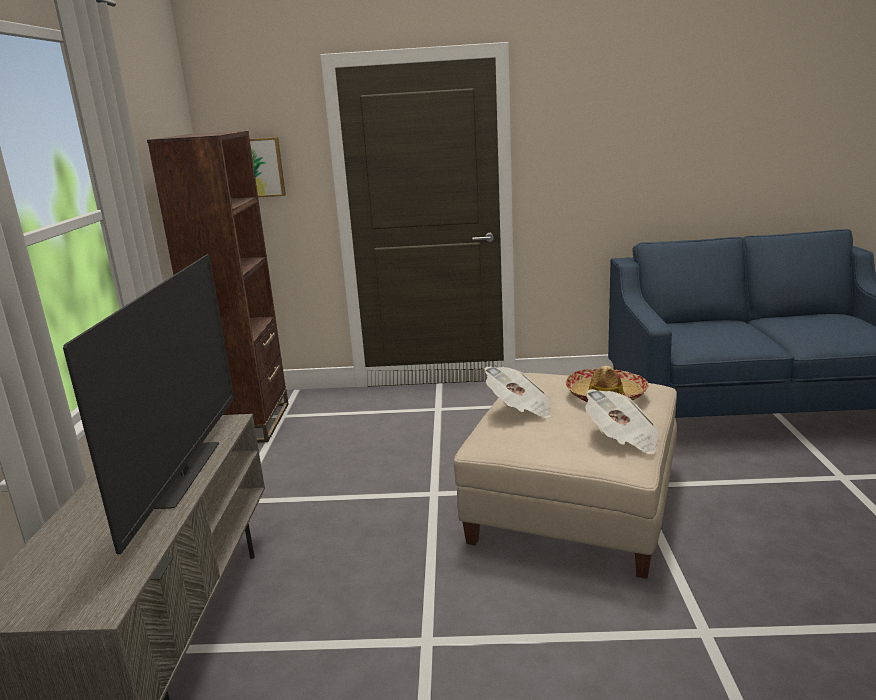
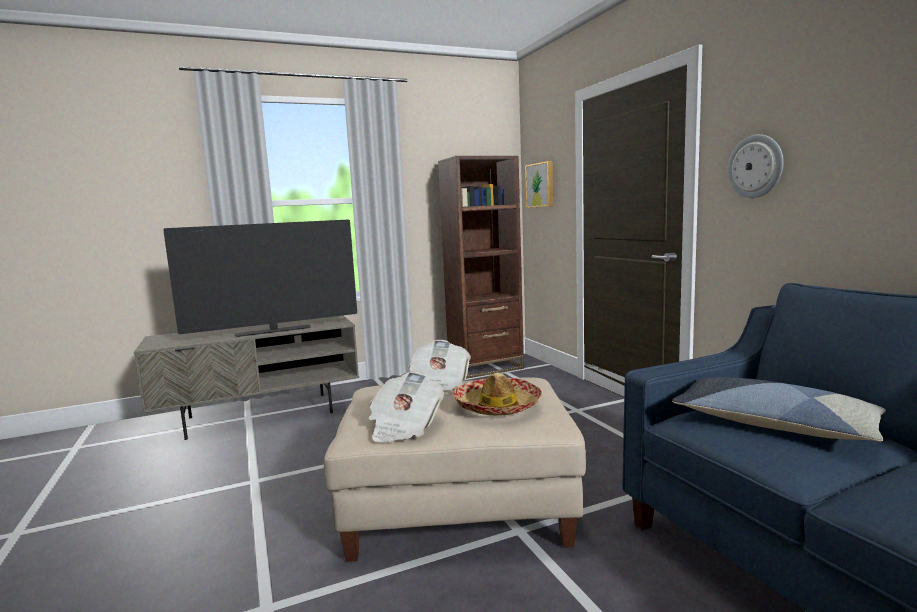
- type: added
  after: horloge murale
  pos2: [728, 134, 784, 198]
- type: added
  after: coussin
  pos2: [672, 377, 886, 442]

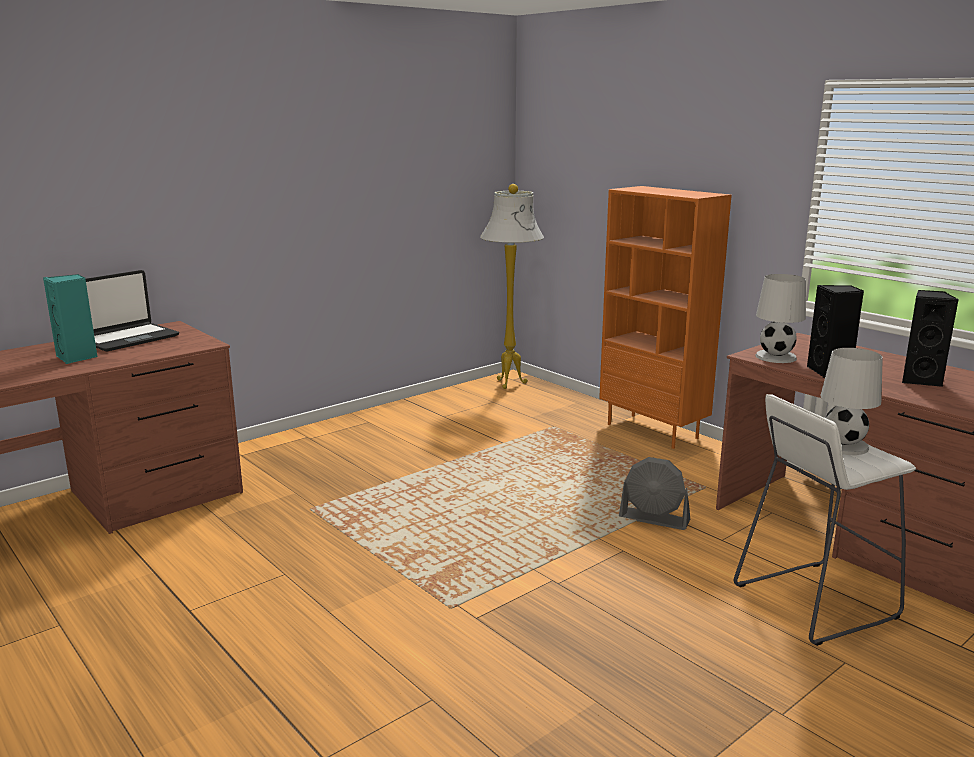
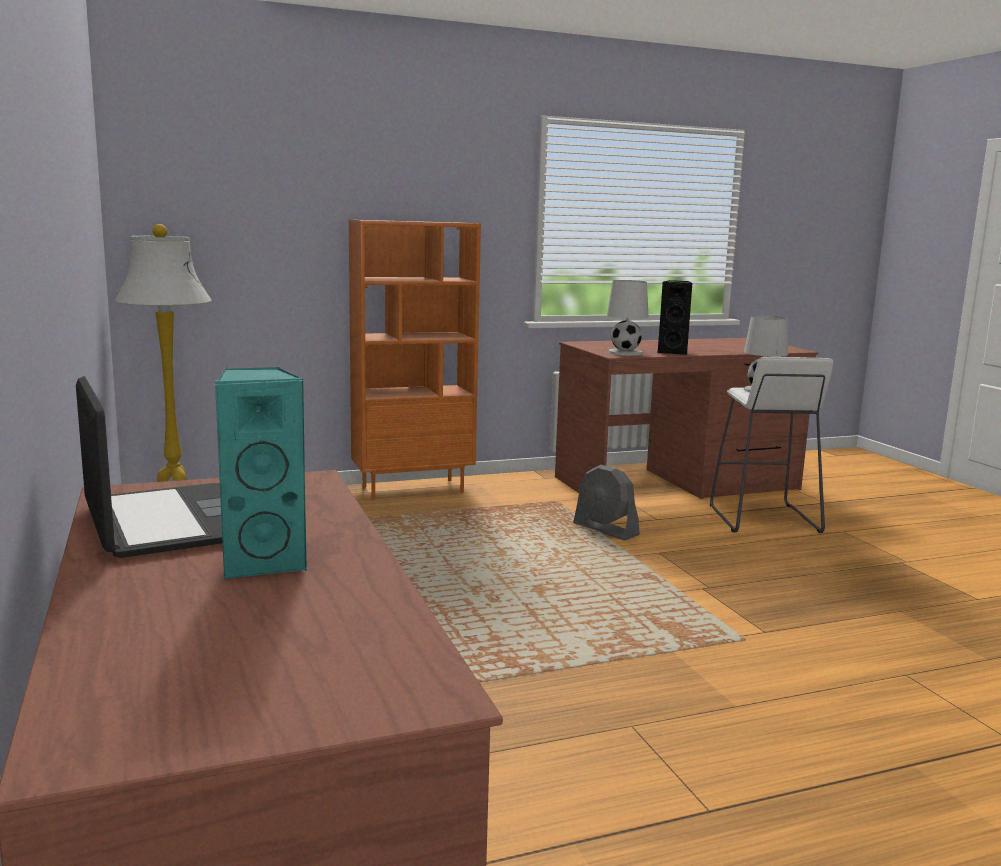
- type: removed
  before: enceinte [noir]
  pos1: [902, 290, 959, 387]
- type: turned
  before: ventilateur [gris]
  pos1: [619, 457, 690, 530]
  pos2: [573, 465, 640, 540]
  turn: 90

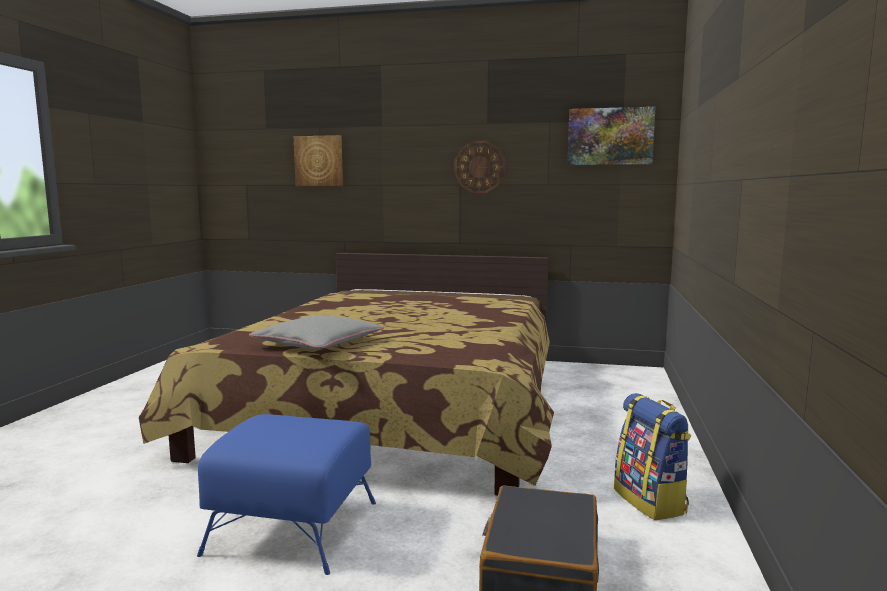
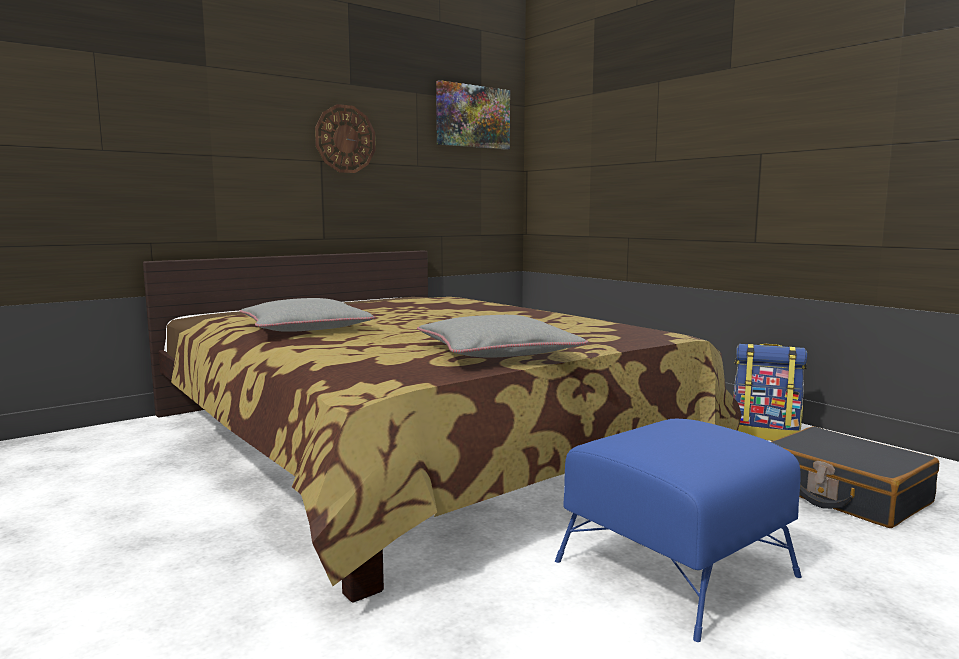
- type: removed
  before: tableau
  pos1: [293, 135, 343, 186]
- type: added
  after: coussin [gris]
  pos2: [240, 298, 375, 332]

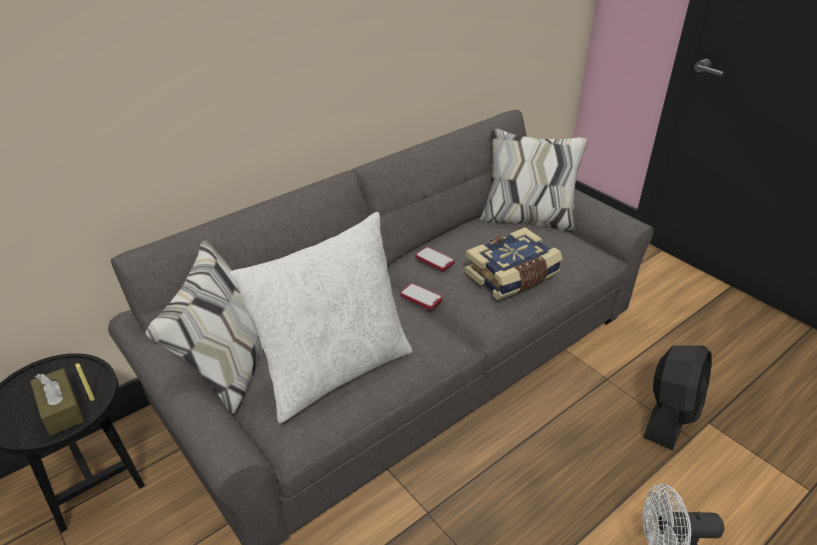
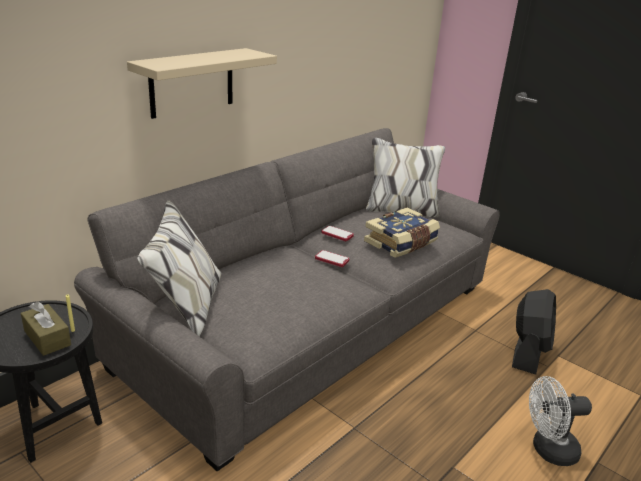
- type: removed
  before: coussin [blanc]
  pos1: [230, 212, 413, 424]
- type: added
  after: étagère [beige]
  pos2: [127, 48, 277, 119]

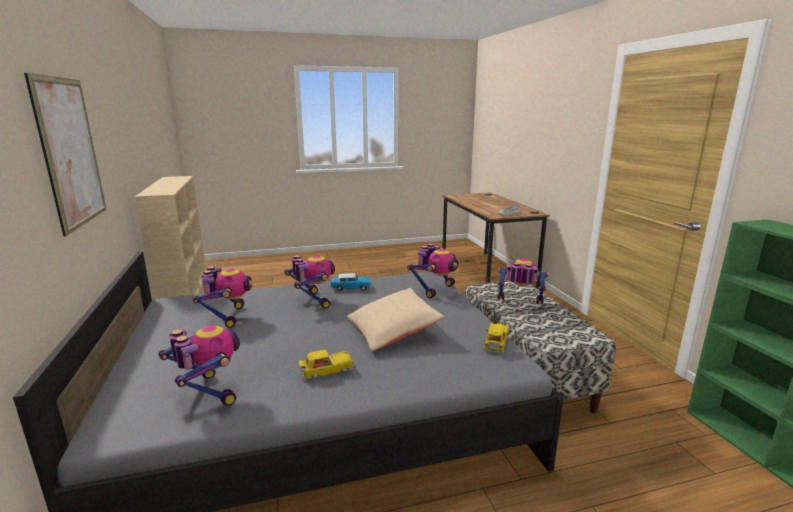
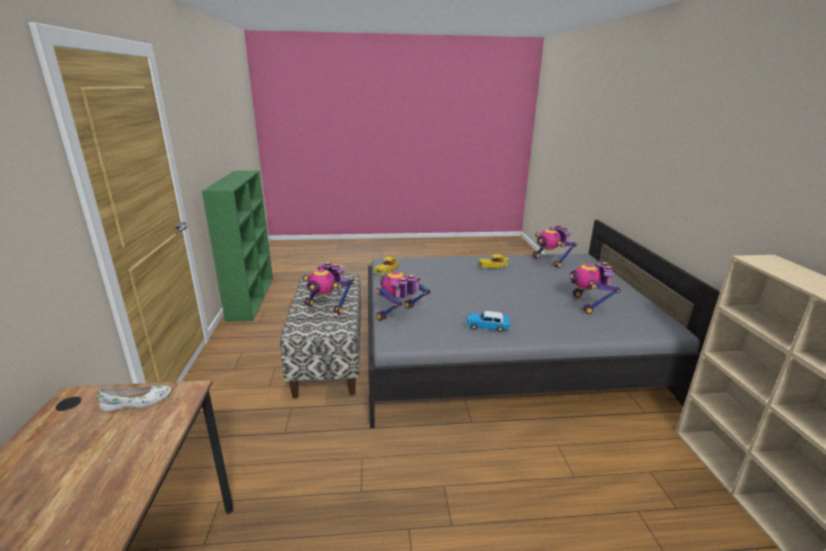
- type: removed
  before: tableau
  pos1: [24, 73, 107, 236]
- type: removed
  before: robot jouet
  pos1: [284, 255, 335, 308]
- type: removed
  before: coussin [beige]
  pos1: [347, 288, 444, 351]

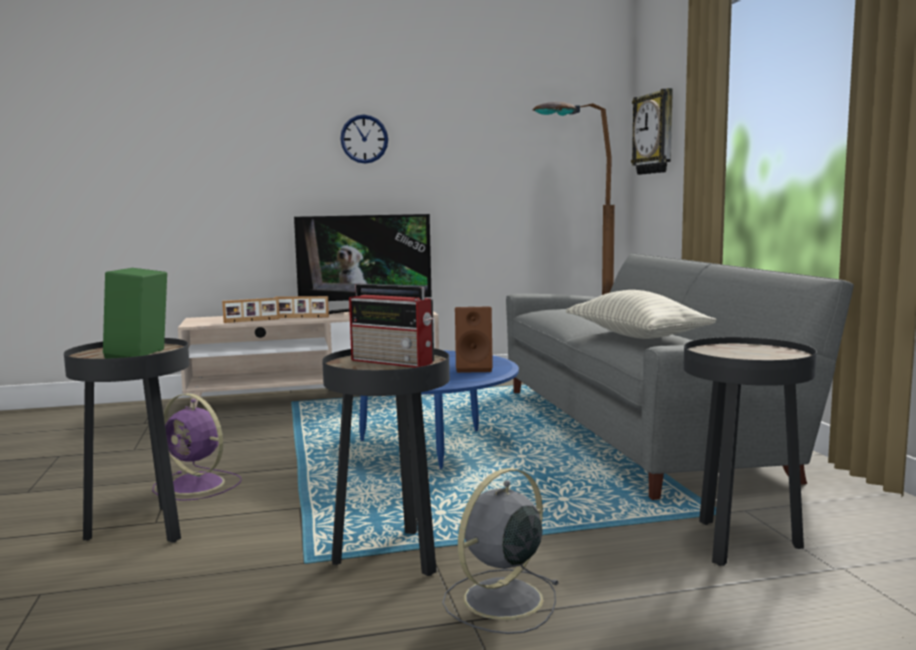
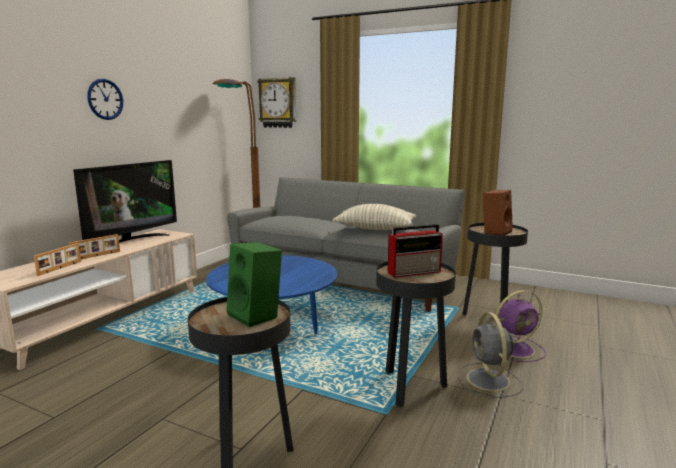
- type: moved
  before: enceinte [marron]
  pos1: [455, 306, 493, 373]
  pos2: [483, 190, 513, 236]
- type: moved
  before: ventilateur [violet]
  pos1: [152, 393, 242, 501]
  pos2: [494, 290, 546, 362]

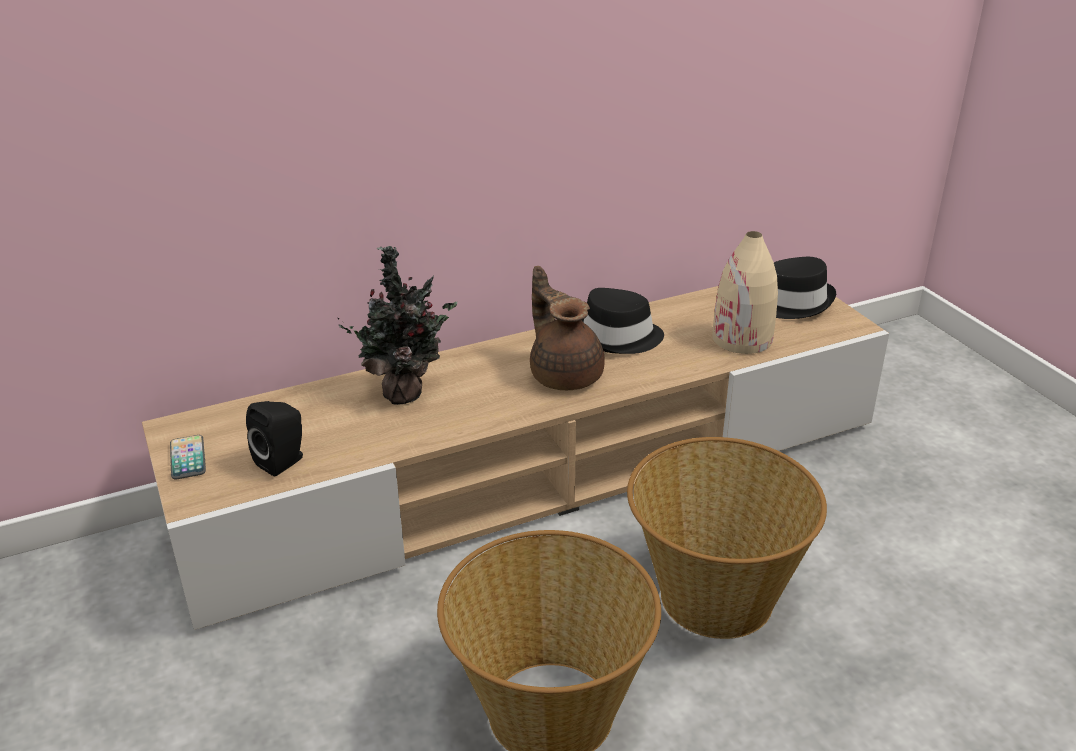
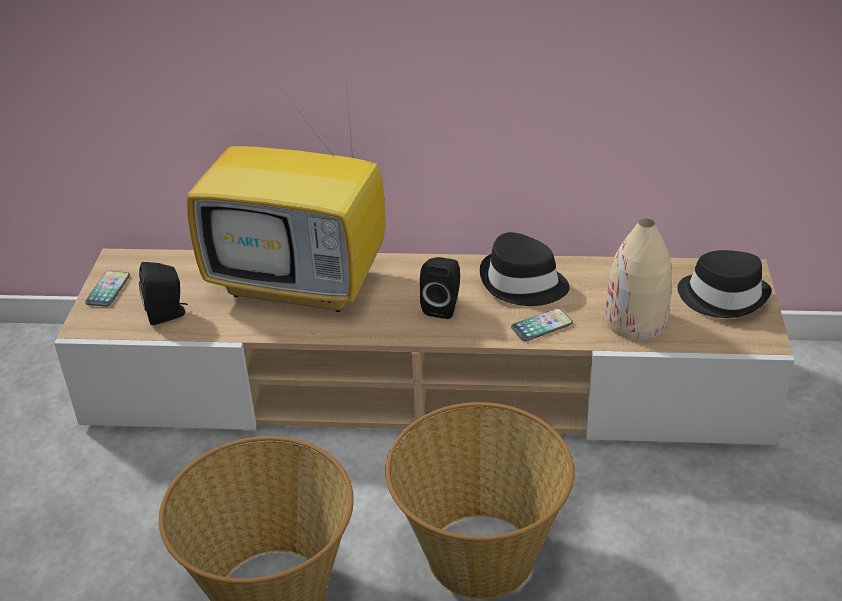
- type: replaced
  before: plante en pot
  after: téléviseur
  pos1: [338, 246, 457, 405]
  pos2: [187, 67, 385, 312]
- type: replaced
  before: théière [marron]
  after: enceinte [noir]
  pos1: [530, 266, 605, 390]
  pos2: [420, 257, 460, 319]
- type: added
  after: téléphone
  pos2: [511, 308, 573, 341]

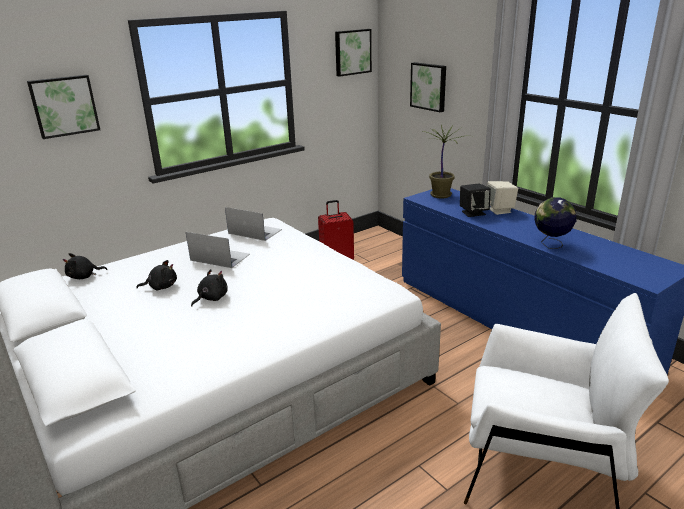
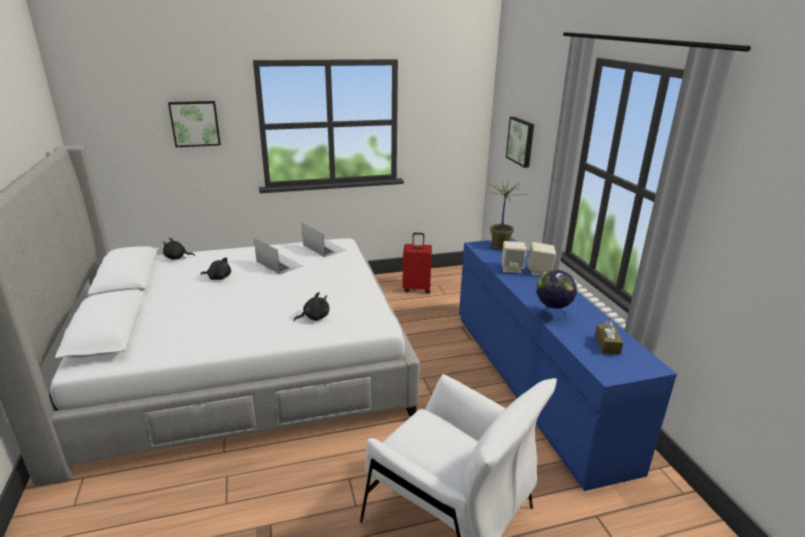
- type: removed
  before: tableau
  pos1: [335, 29, 372, 77]
- type: recoloured
  before: enceinte [noir]
  after: enceinte [beige]
  pos1: [460, 184, 491, 217]
  pos2: [502, 241, 527, 274]
- type: moved
  before: peluche [noir]
  pos1: [191, 269, 228, 307]
  pos2: [294, 292, 329, 321]
- type: added
  after: boîte à mouchoirs [marron]
  pos2: [595, 321, 623, 355]

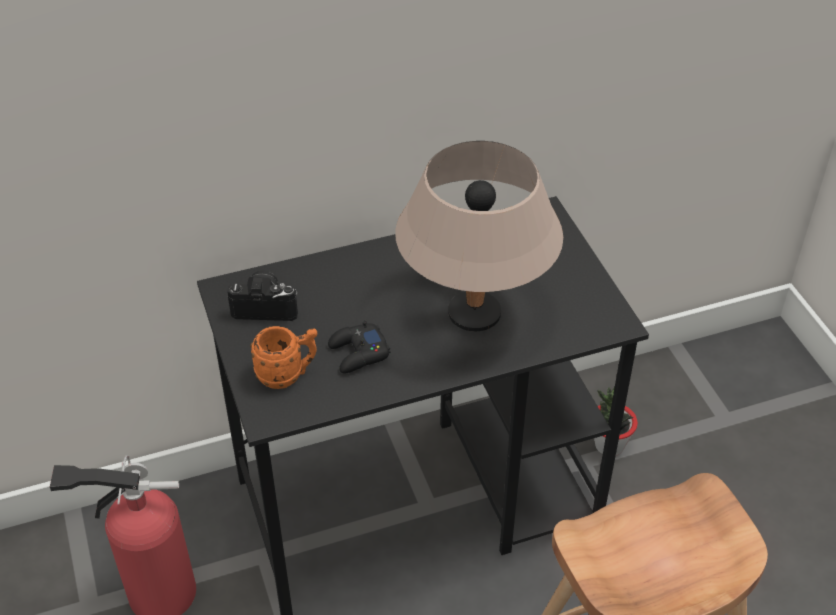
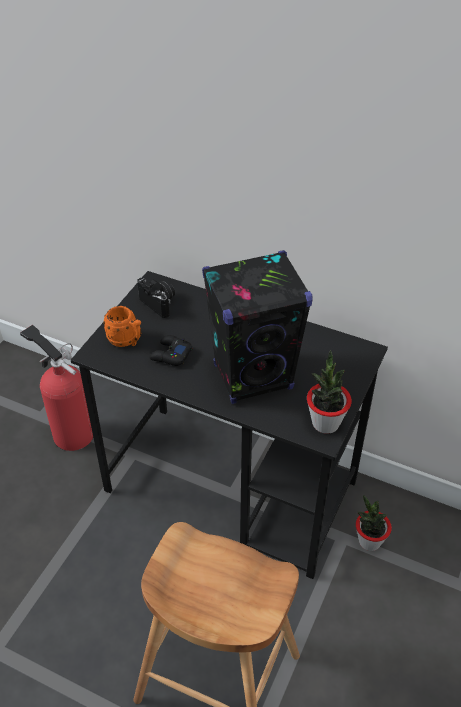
- type: replaced
  before: lampe de table [beige]
  after: enceinte [noir]
  pos1: [395, 141, 563, 331]
  pos2: [202, 250, 313, 404]
- type: added
  after: plante en pot
  pos2: [307, 350, 352, 434]

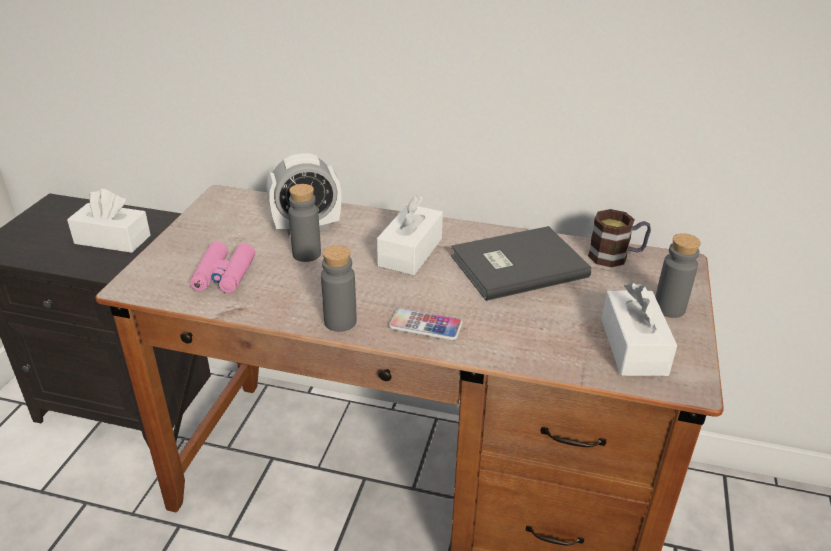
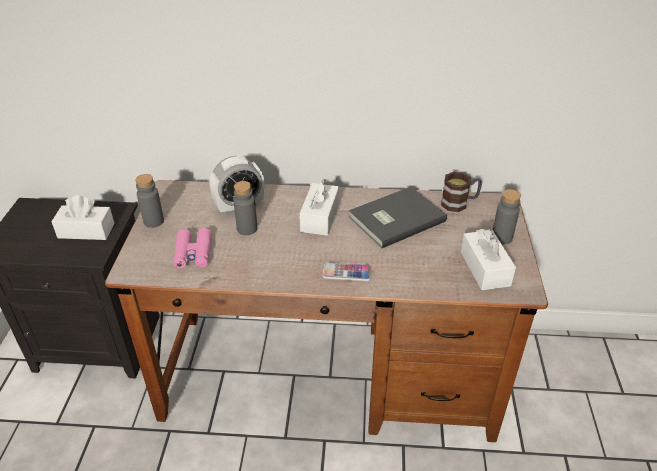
- type: moved
  before: bouteille [gris]
  pos1: [321, 245, 357, 332]
  pos2: [135, 174, 164, 228]

